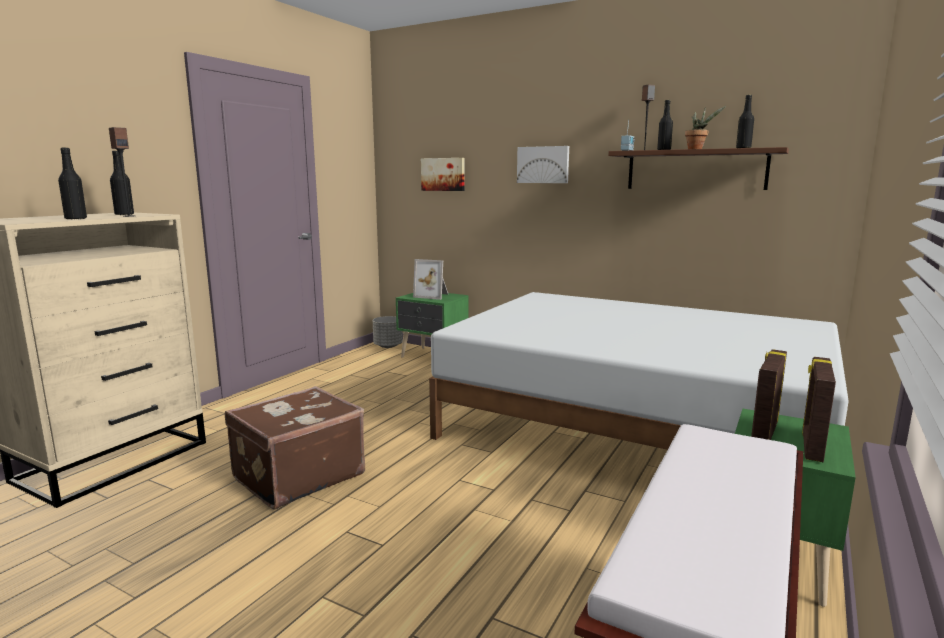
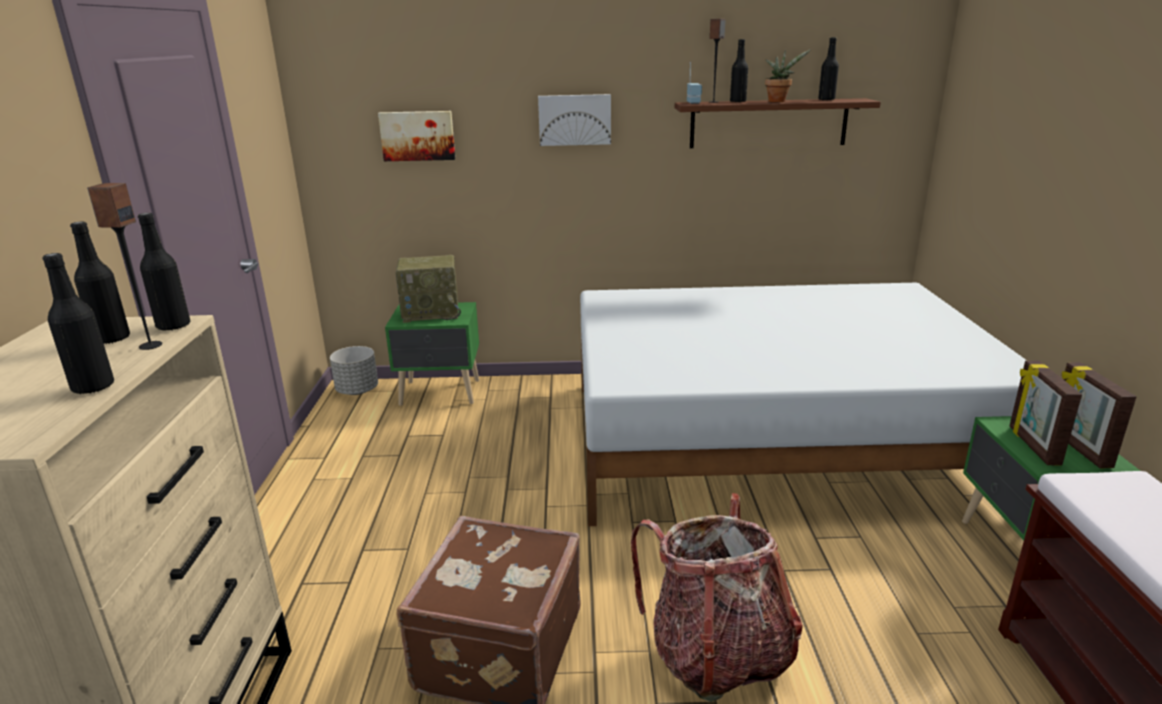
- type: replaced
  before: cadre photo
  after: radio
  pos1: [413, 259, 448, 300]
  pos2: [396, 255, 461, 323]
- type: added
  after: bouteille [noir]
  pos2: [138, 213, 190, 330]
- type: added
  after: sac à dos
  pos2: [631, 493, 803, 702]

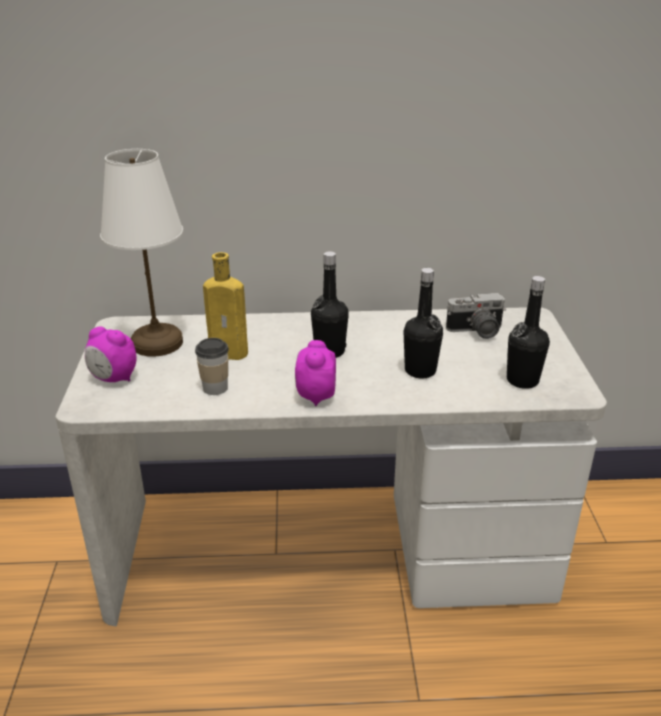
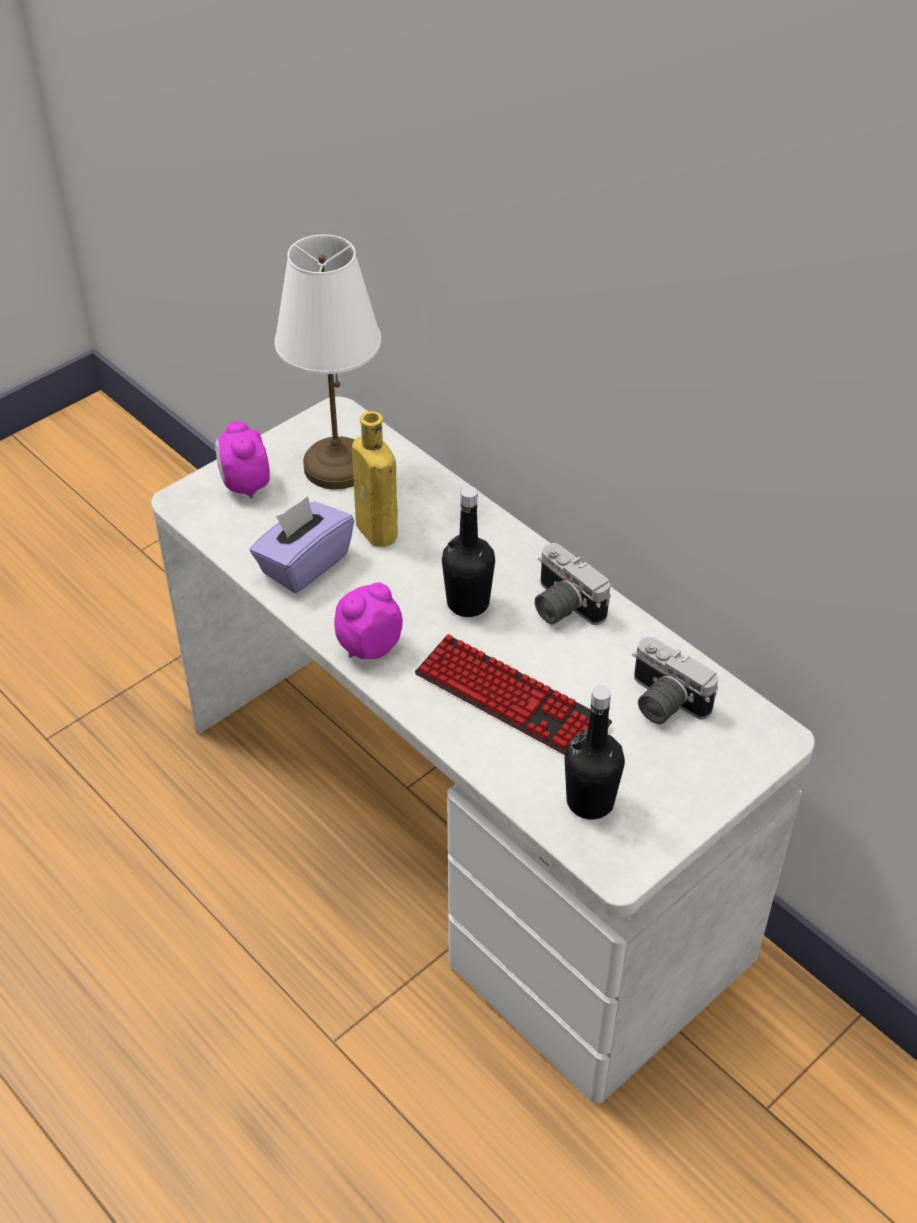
- type: replaced
  before: bouteille [noir]
  after: clavier
  pos1: [404, 268, 443, 379]
  pos2: [415, 634, 612, 755]
- type: replaced
  before: tasse
  after: boîte à mouchoirs [violet]
  pos1: [195, 338, 229, 395]
  pos2: [250, 496, 354, 593]
- type: added
  after: appareil photo
  pos2: [535, 543, 611, 625]

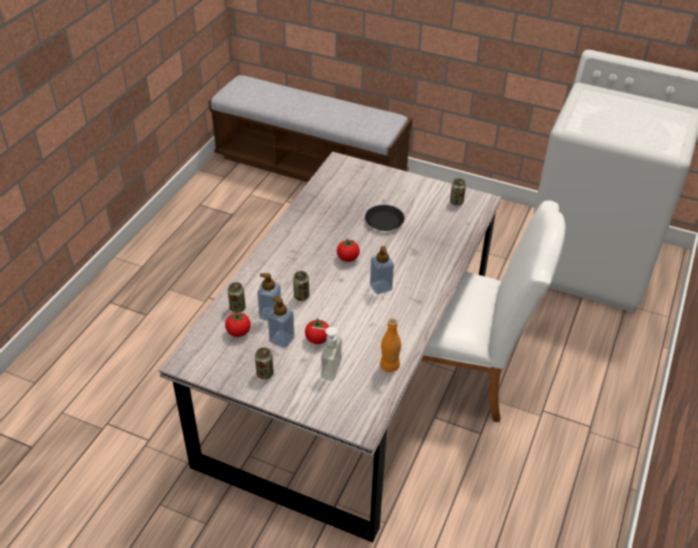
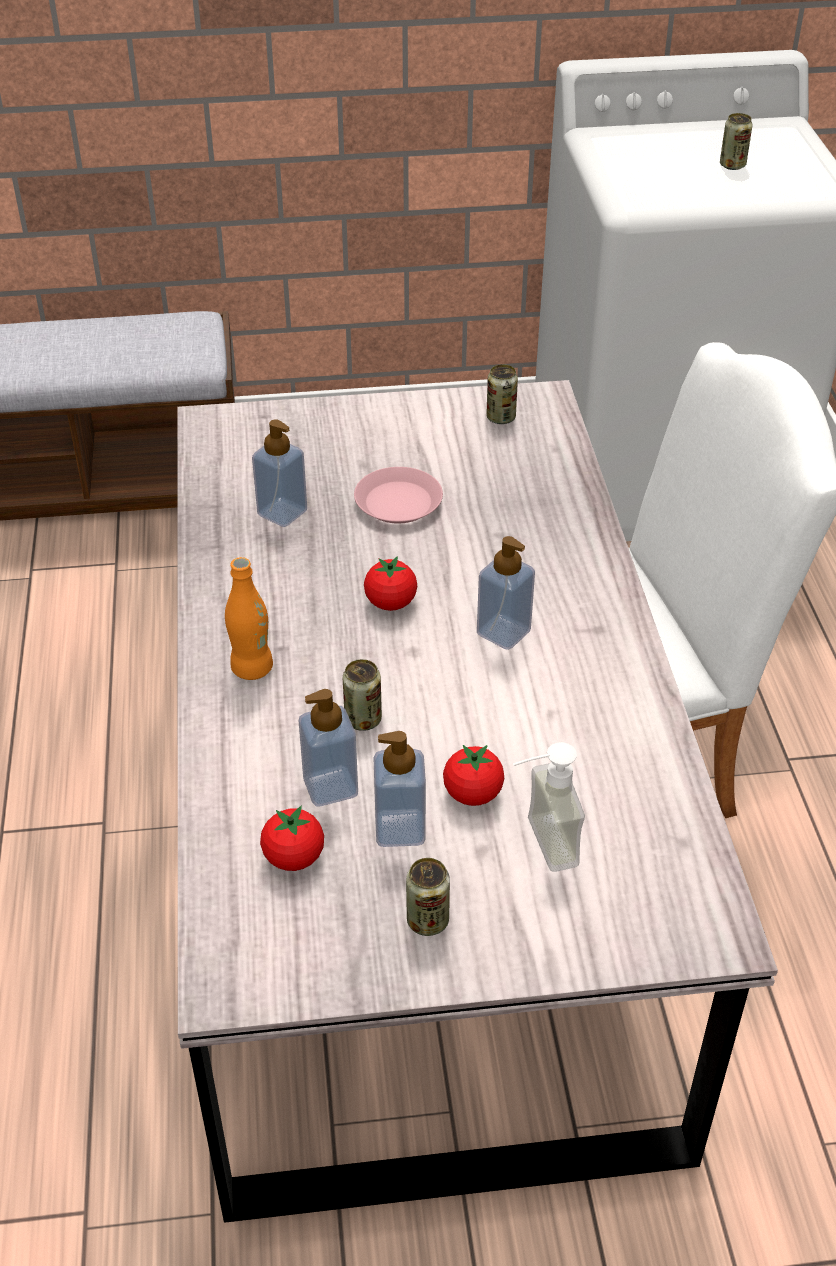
- type: recoloured
  before: assiette [noir]
  after: assiette [rose]
  pos1: [365, 205, 404, 231]
  pos2: [354, 467, 443, 523]
- type: moved
  before: boîte métallique
  pos1: [228, 282, 246, 313]
  pos2: [720, 113, 753, 170]
- type: moved
  before: bouteille [orange]
  pos1: [380, 318, 401, 372]
  pos2: [225, 557, 273, 680]
- type: added
  after: distributeur de savon
  pos2: [252, 419, 307, 527]

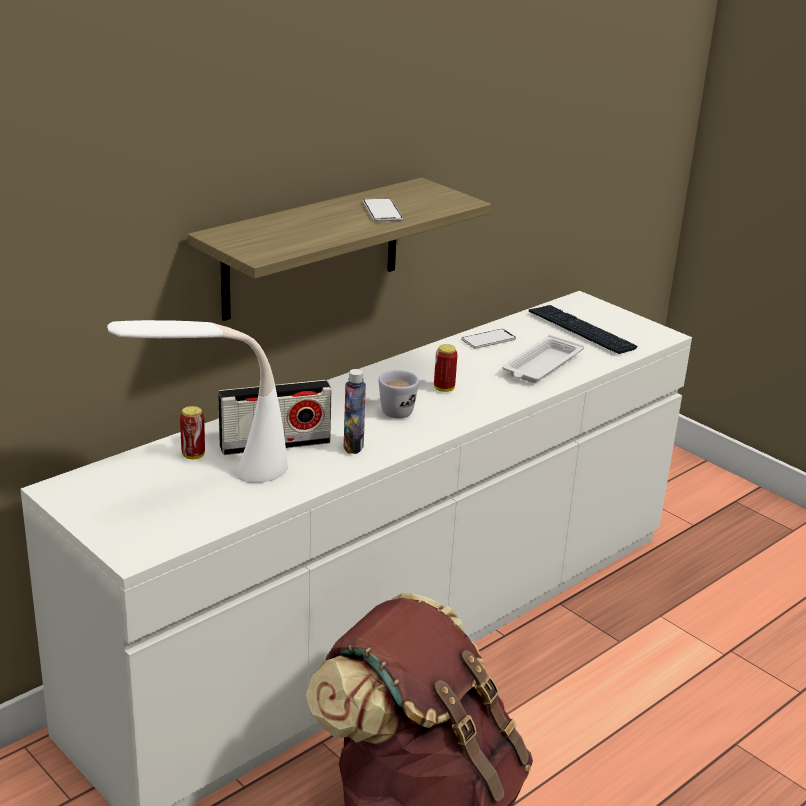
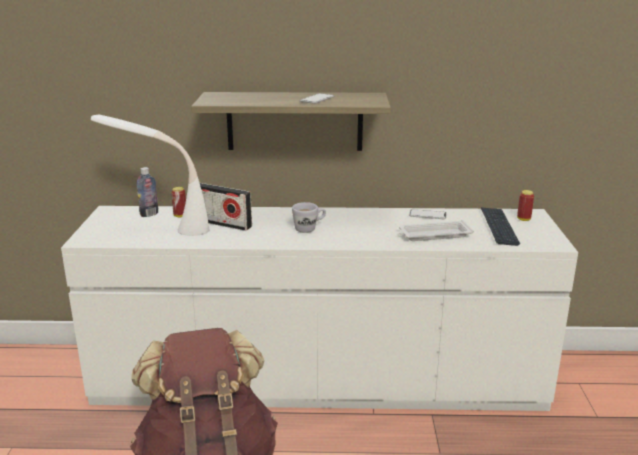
- type: moved
  before: boîte métallique
  pos1: [434, 344, 458, 392]
  pos2: [517, 190, 534, 221]
- type: moved
  before: bouteille
  pos1: [344, 369, 366, 454]
  pos2: [137, 167, 158, 217]

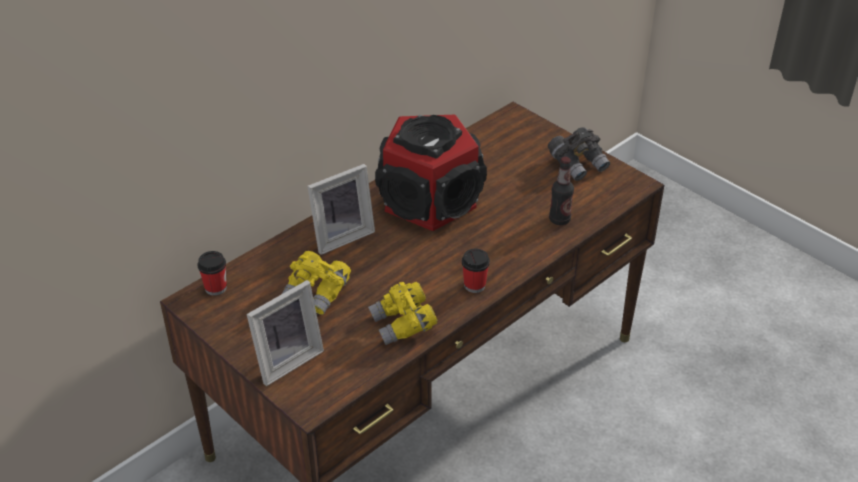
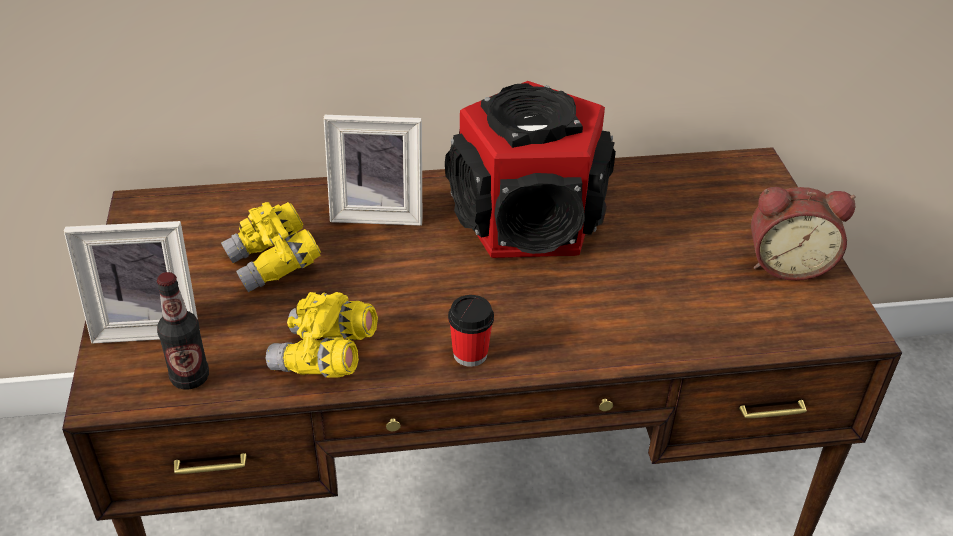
- type: replaced
  before: jumelles [gris]
  after: réveil
  pos1: [548, 127, 610, 181]
  pos2: [751, 187, 856, 281]
- type: moved
  before: bouteille
  pos1: [549, 157, 574, 225]
  pos2: [157, 272, 209, 390]
- type: removed
  before: tasse
  pos1: [198, 251, 227, 296]

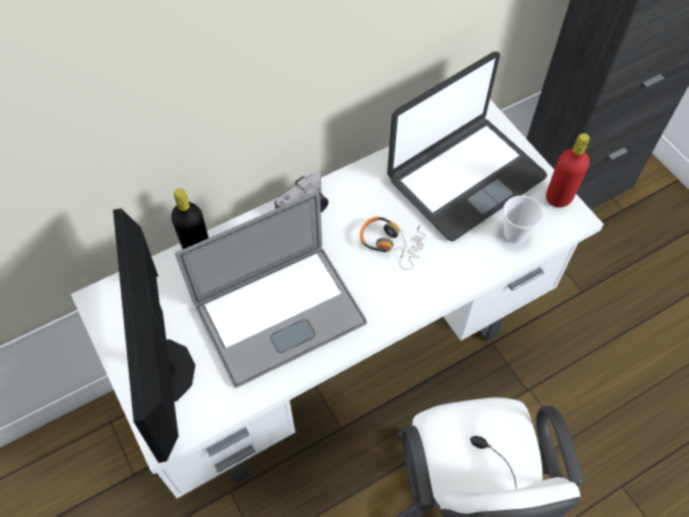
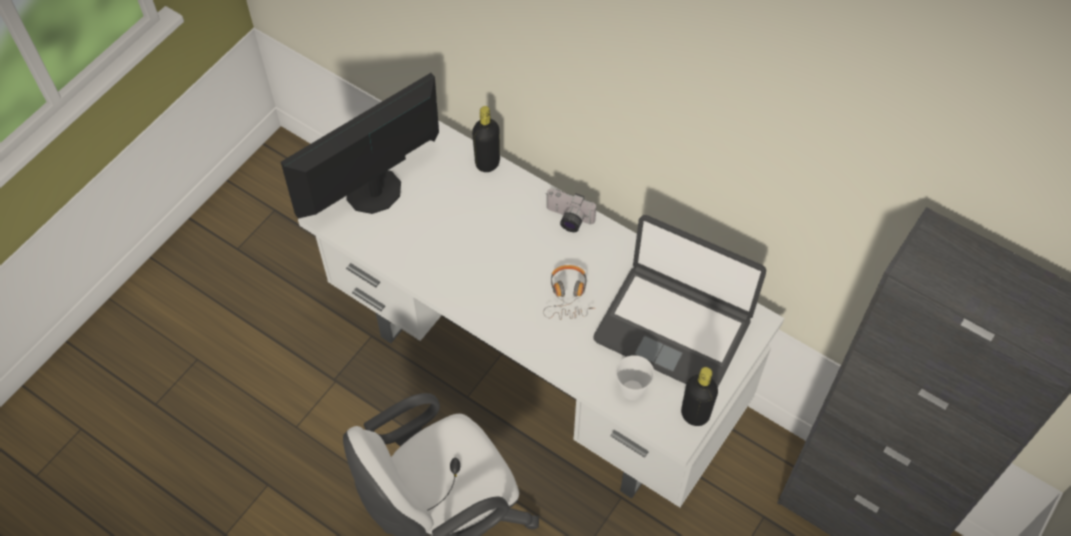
- type: recoloured
  before: bouteille [rouge]
  after: bouteille [noir]
  pos1: [546, 133, 590, 207]
  pos2: [681, 367, 718, 426]
- type: removed
  before: ordinateur portable
  pos1: [175, 191, 367, 388]

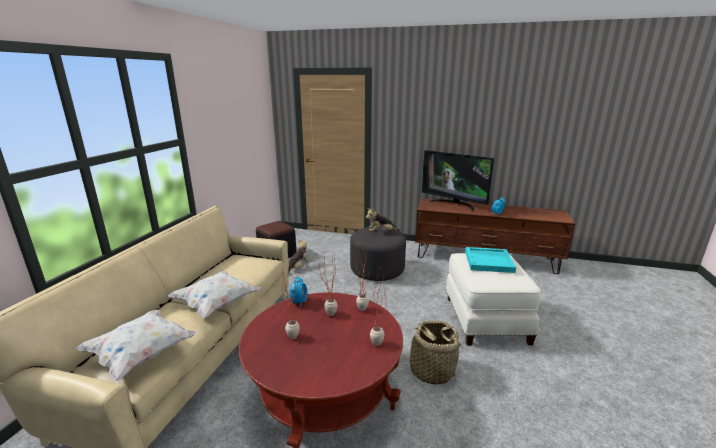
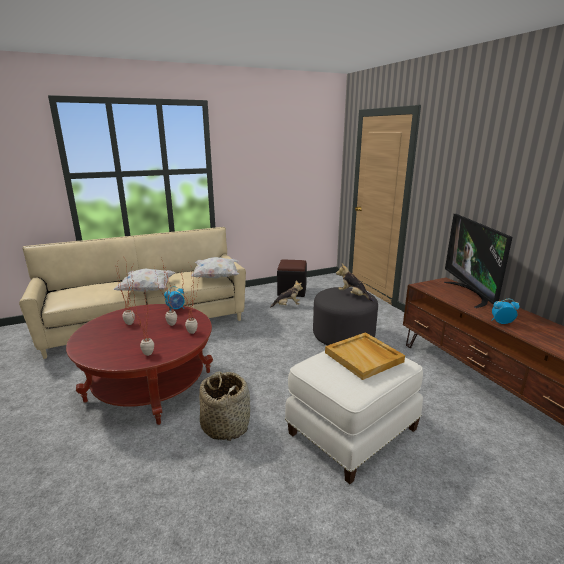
- type: recoloured
  before: plateau [turquoise]
  after: plateau [beige]
  pos1: [465, 247, 516, 273]
  pos2: [325, 332, 405, 380]
- type: moved
  before: coussin [blanc]
  pos1: [76, 310, 197, 382]
  pos2: [191, 257, 239, 279]

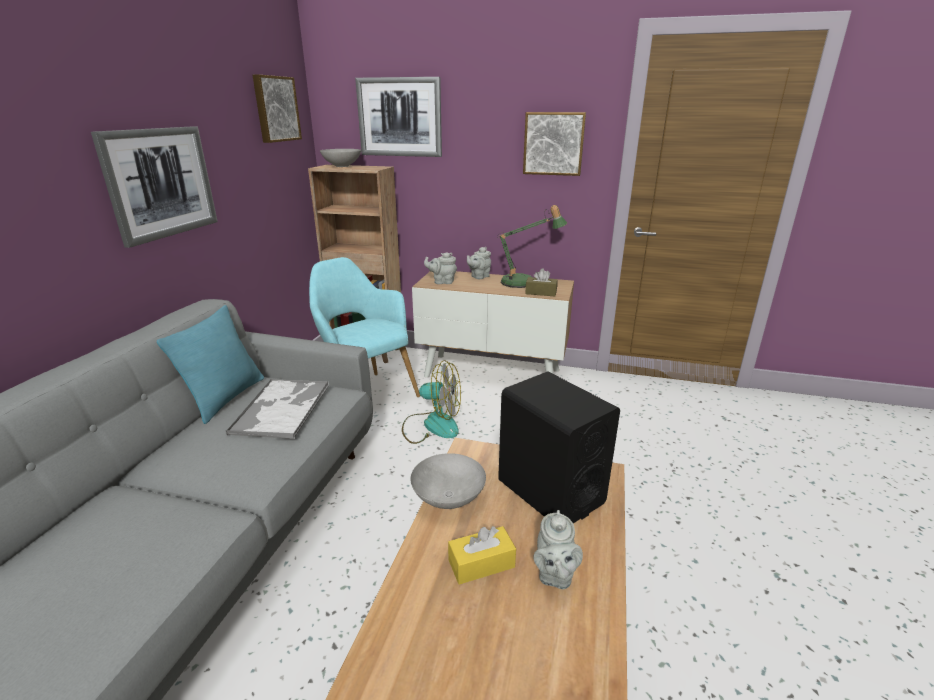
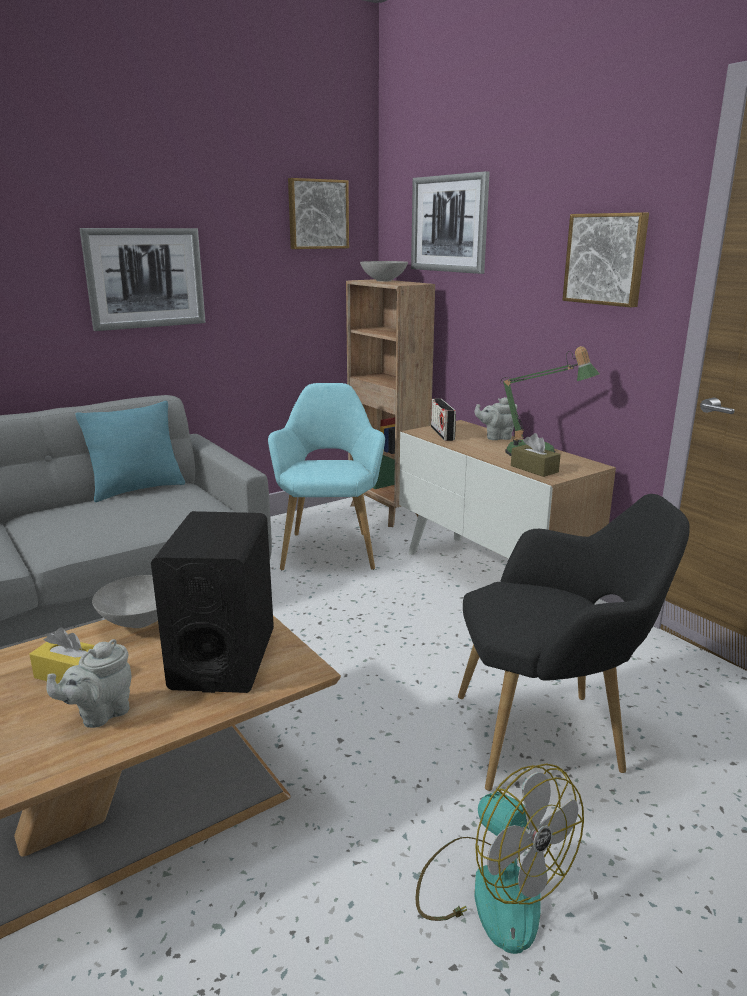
- type: replaced
  before: théière [gris]
  after: radio
  pos1: [424, 252, 457, 284]
  pos2: [431, 398, 456, 441]
- type: moved
  before: ventilateur
  pos1: [402, 360, 461, 444]
  pos2: [415, 763, 584, 954]
- type: removed
  before: plateau
  pos1: [225, 379, 329, 439]
- type: added
  after: fauteuil [noir]
  pos2: [458, 494, 690, 791]

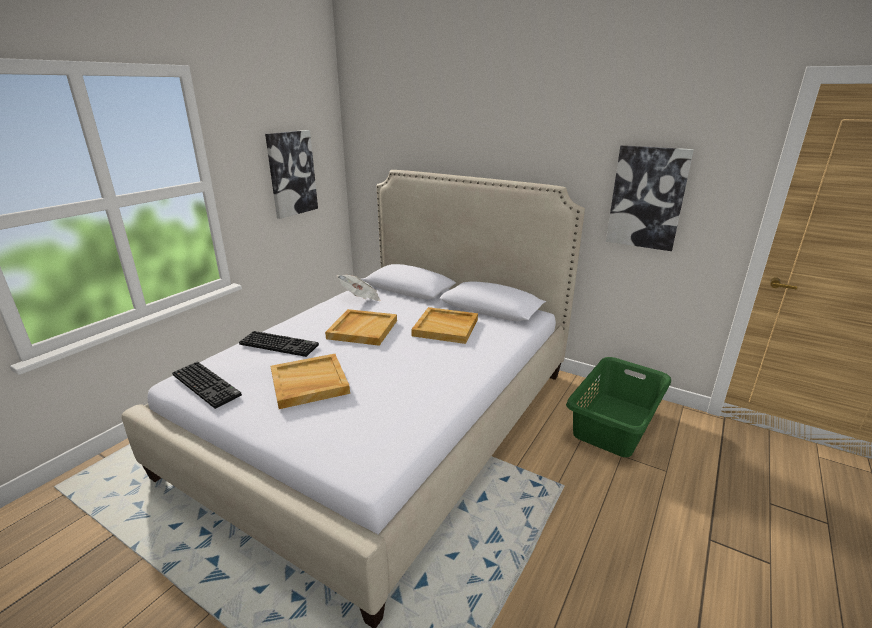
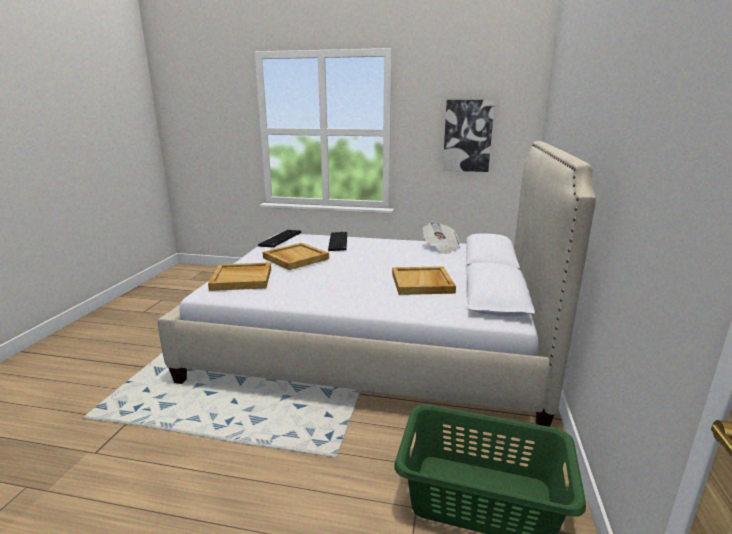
- type: removed
  before: tableau
  pos1: [606, 145, 694, 251]
- type: moved
  before: plateau [beige]
  pos1: [325, 309, 397, 346]
  pos2: [208, 262, 271, 291]

